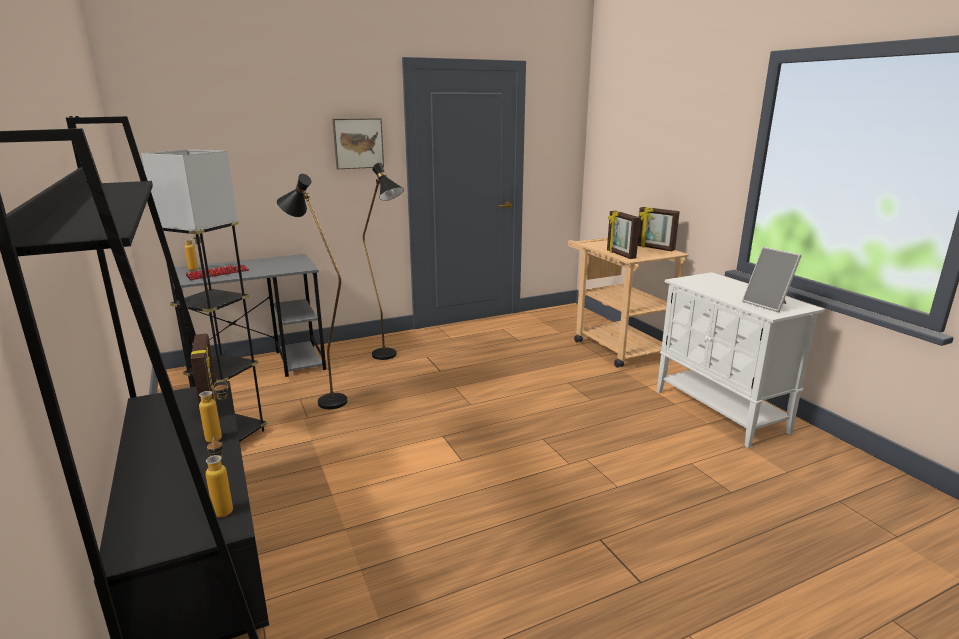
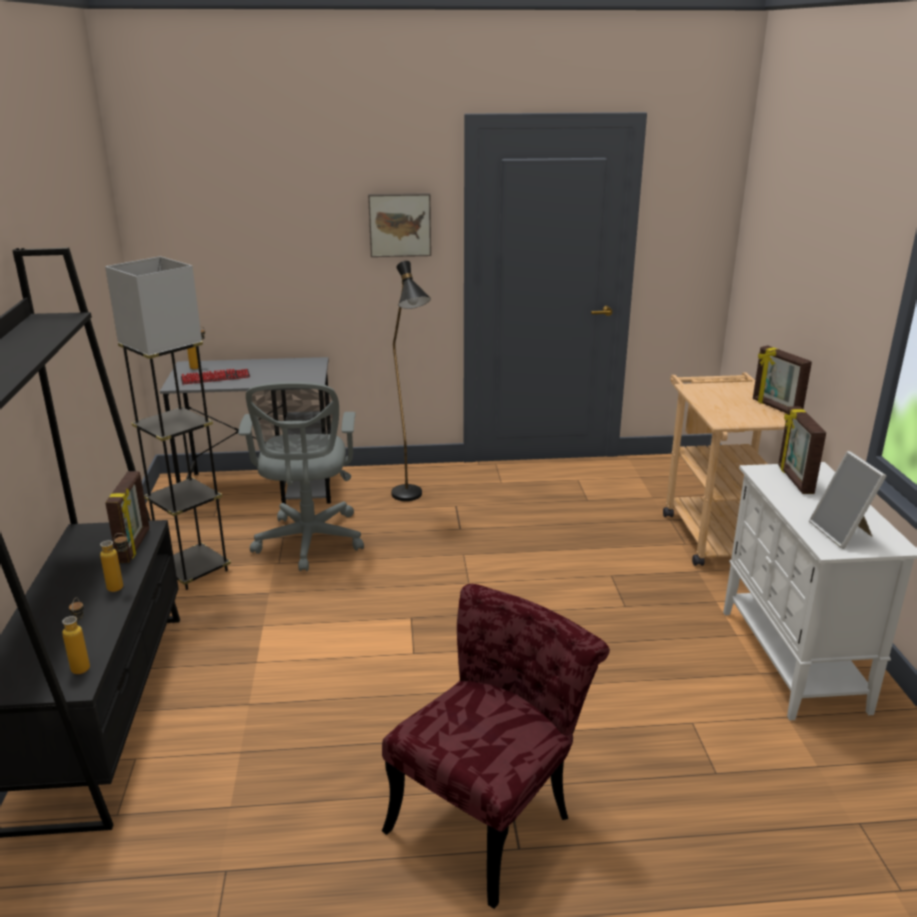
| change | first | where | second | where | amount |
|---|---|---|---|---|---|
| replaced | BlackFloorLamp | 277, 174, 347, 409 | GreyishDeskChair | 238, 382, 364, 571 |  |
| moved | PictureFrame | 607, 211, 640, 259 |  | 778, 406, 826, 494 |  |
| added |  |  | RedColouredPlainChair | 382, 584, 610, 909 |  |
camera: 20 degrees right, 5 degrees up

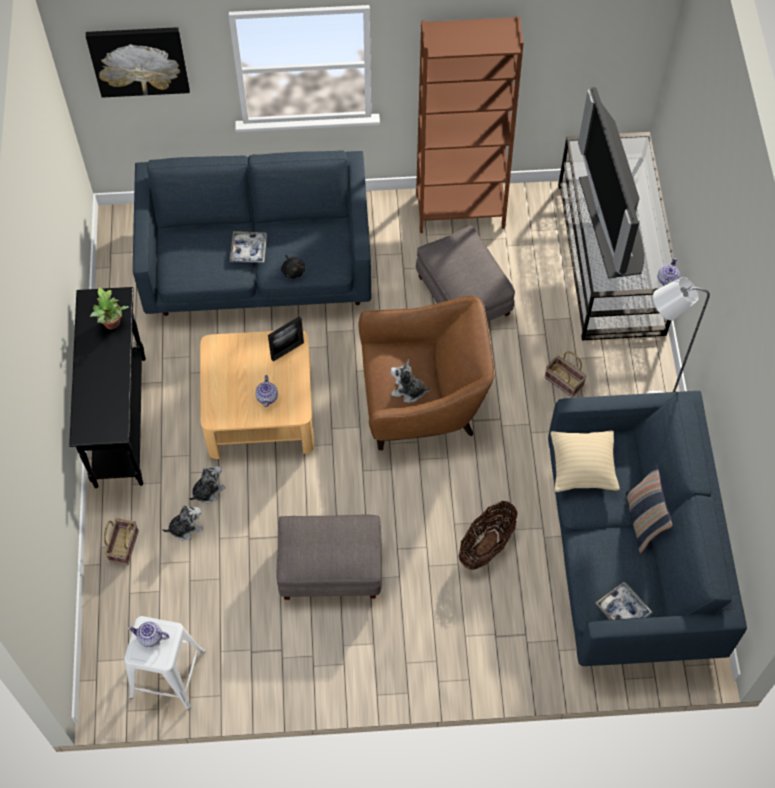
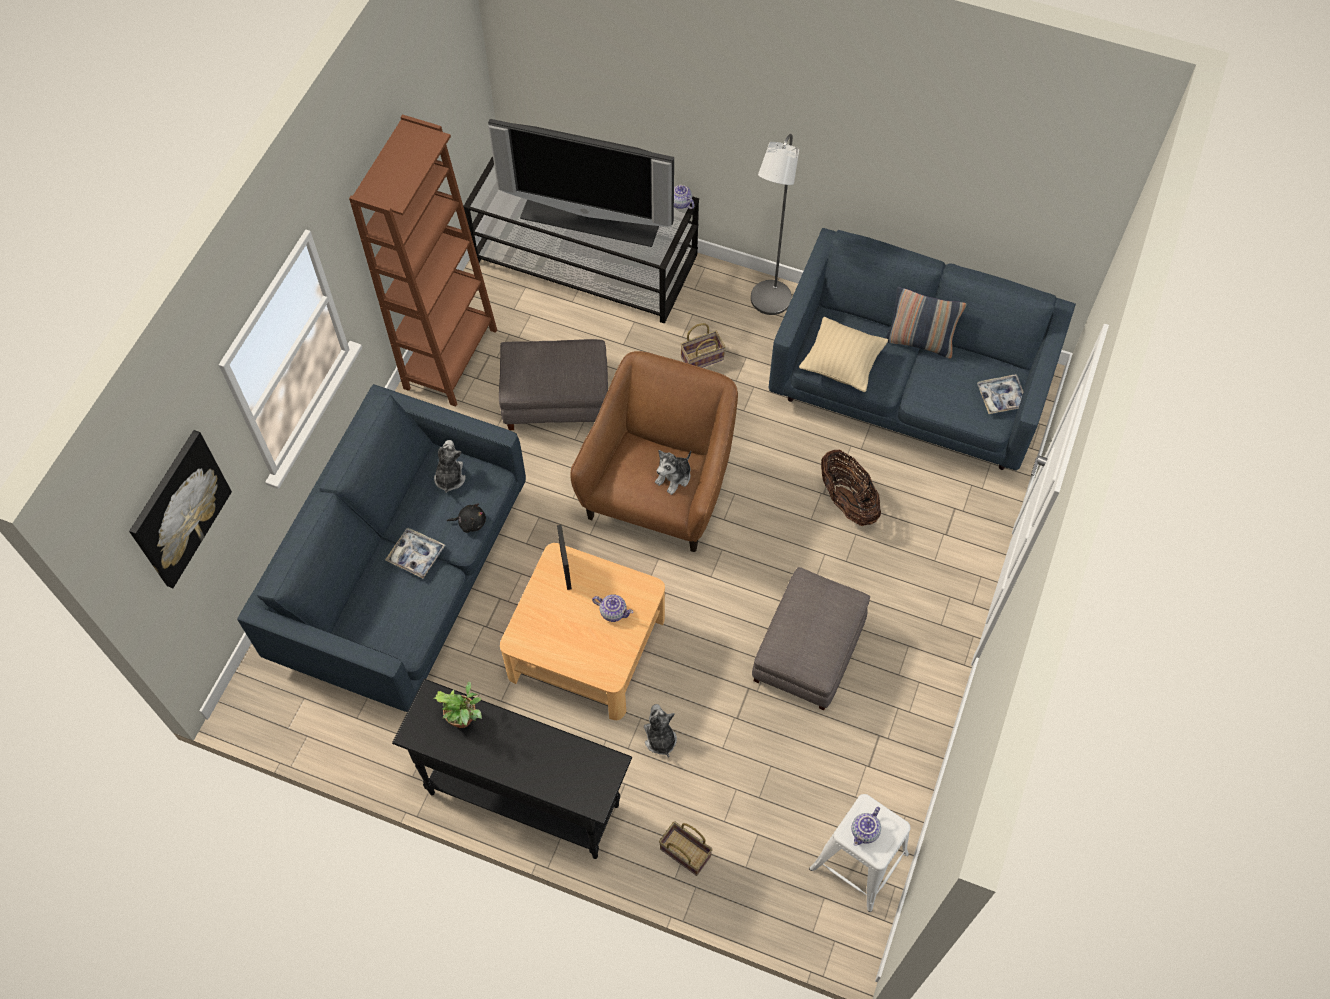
| change | first | where | second | where | amount |
|---|---|---|---|---|---|
| moved | CuddlyToy | 162, 506, 203, 540 |  | 434, 440, 466, 493 |  |
camera: 65 degrees left, 0 degrees up

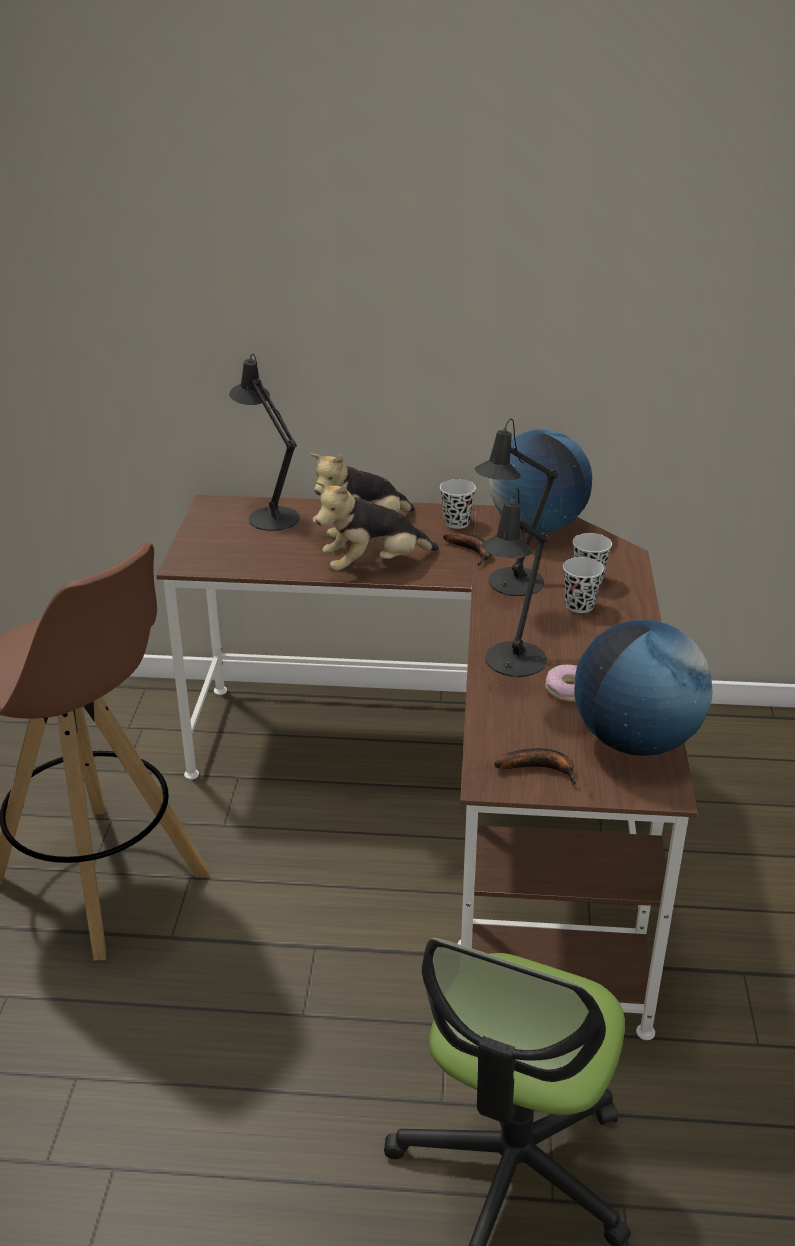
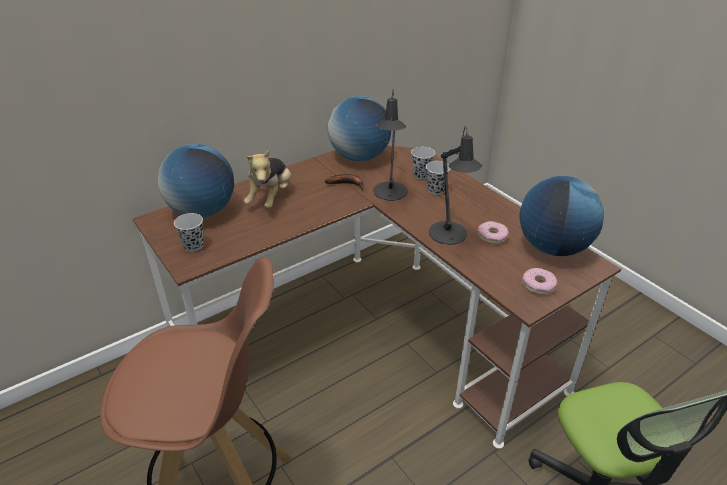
| change | first | where | second | where | amount |
|---|---|---|---|---|---|
| replaced | BlackLampForATable | 229, 354, 300, 531 | DeskGlobe | 158, 144, 234, 218 |  |
| removed | CuddlyToy | 315, 481, 439, 571 |  |  |  |
| moved | BlackSmallCup | 440, 479, 476, 529 |  | 174, 213, 204, 252 |  |
| replaced | WholeBanana | 494, 748, 577, 785 | RingDoughnut | 522, 268, 557, 295 |  |
camera: 40 degrees left, 5 degrees up

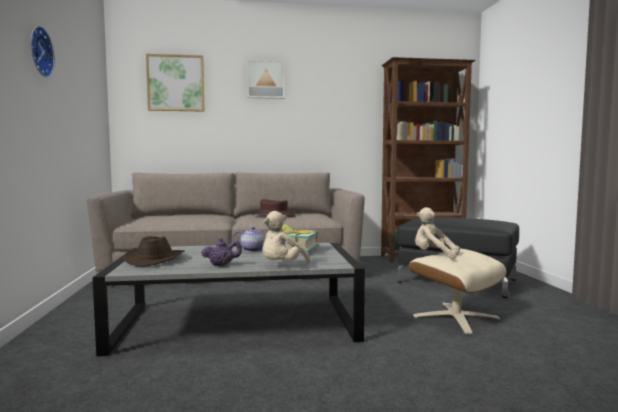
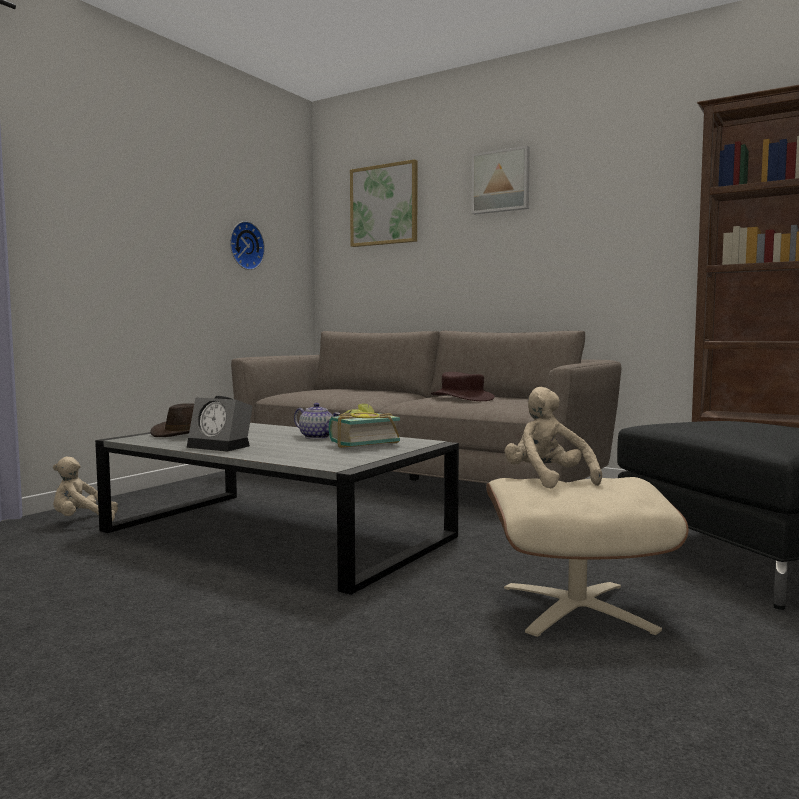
| change | first | where | second | where | amount |
|---|---|---|---|---|---|
| moved | HangingClock | 30, 26, 55, 78 |  | 230, 221, 265, 270 |  |
| replaced | PurpleTeaPot | 201, 238, 242, 266 | BedsideClock | 187, 396, 253, 451 |  |
| moved | BeigeCuddlyToy | 263, 211, 310, 262 |  | 53, 457, 118, 521 |  |
camera: 40 degrees right, 0 degrees up

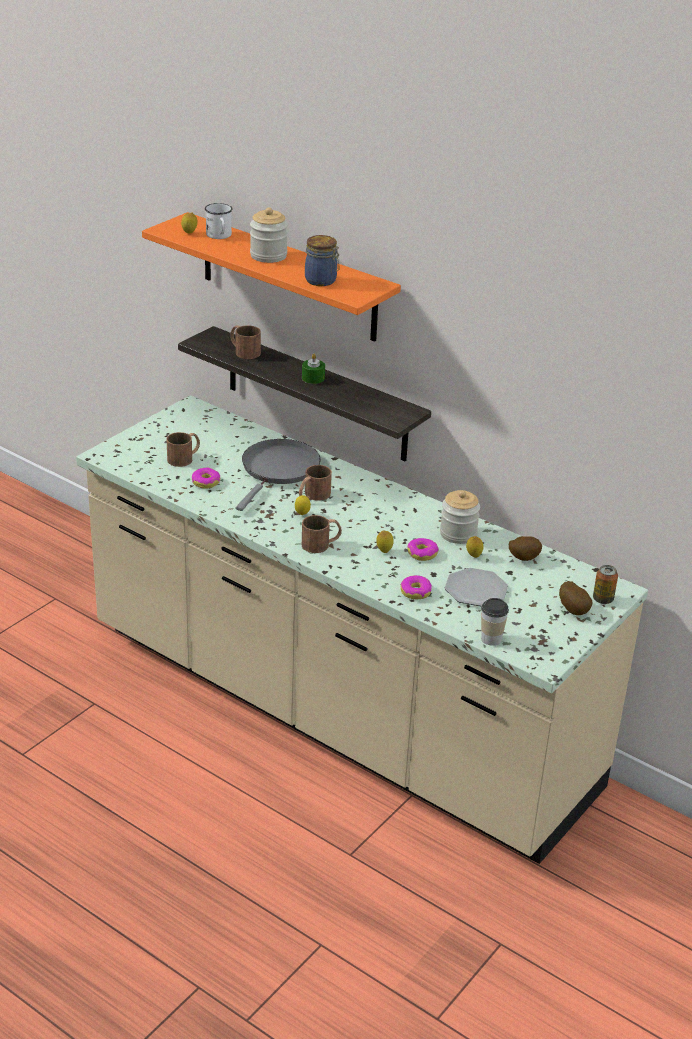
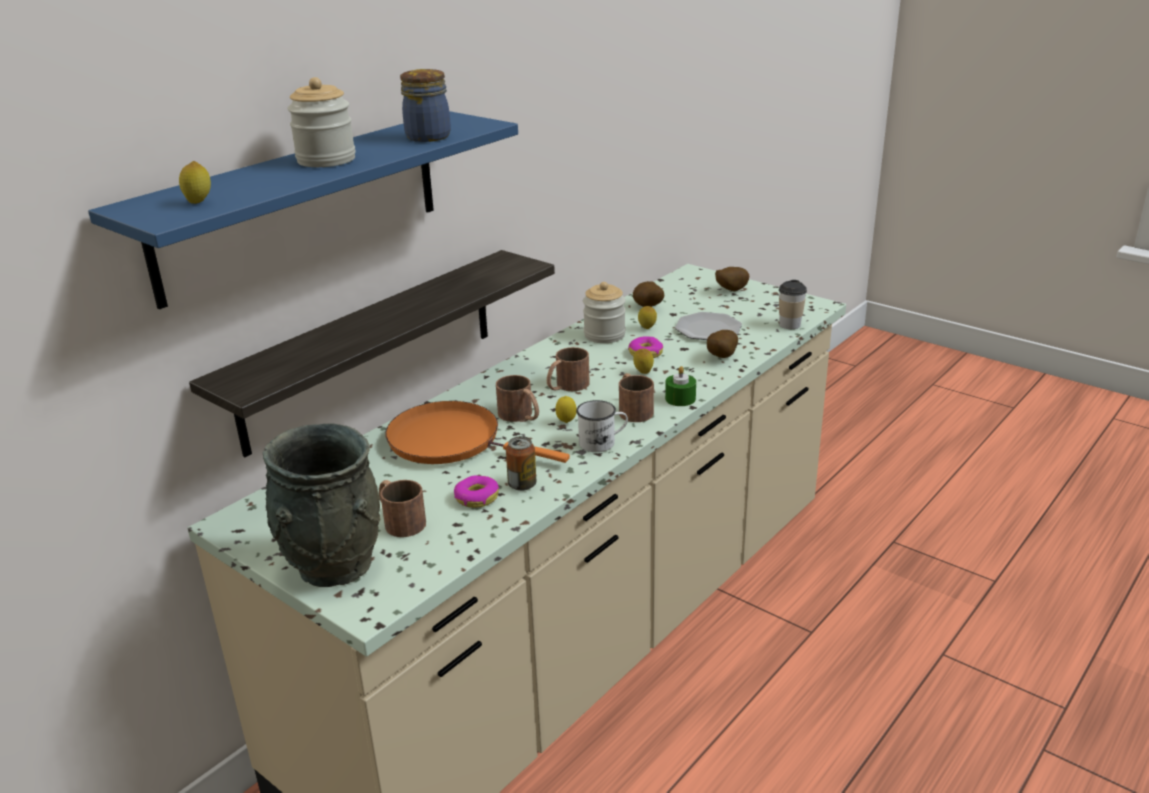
| change | first | where | second | where | amount |
|---|---|---|---|---|---|
| recoloured | OrangeColouredBracketShelf | 142, 212, 401, 342 | BlueColouredBracketShelf | 88, 111, 518, 310 |  |
| moved | WhiteColouredMug | 205, 203, 233, 239 |  | 576, 400, 628, 452 |  |
| moved | BrownishMug | 230, 325, 261, 359 |  | 547, 347, 590, 391 |  |
| recoloured | GreyishSkillet | 236, 439, 321, 511 | OrangeColouredSkillet | 385, 401, 570, 464 |  |
| moved | GreenColouredWaxLight | 302, 353, 325, 384 |  | 665, 366, 696, 406 |  |
| replaced | RingDoughnut | 401, 575, 432, 599 | Spud | 707, 330, 738, 358 |  |
| moved | SealedCan | 593, 565, 618, 604 |  | 506, 436, 536, 491 |  |
| added |  |  | GreyishFlowerVase | 263, 423, 380, 587 |  |
camera: 85 degrees left, 5 degrees down

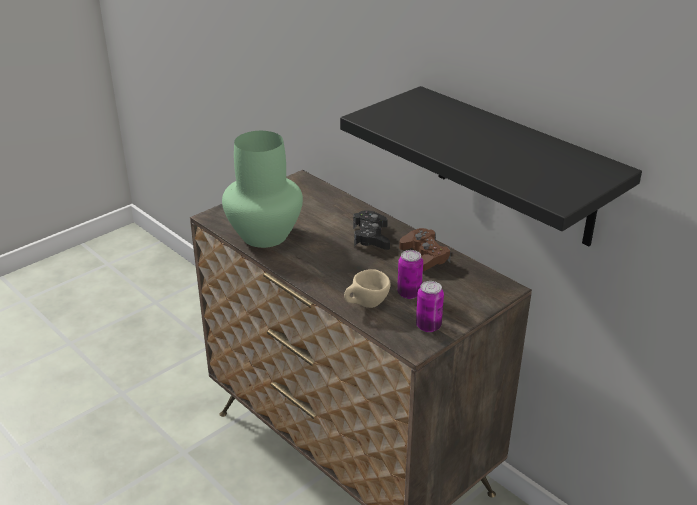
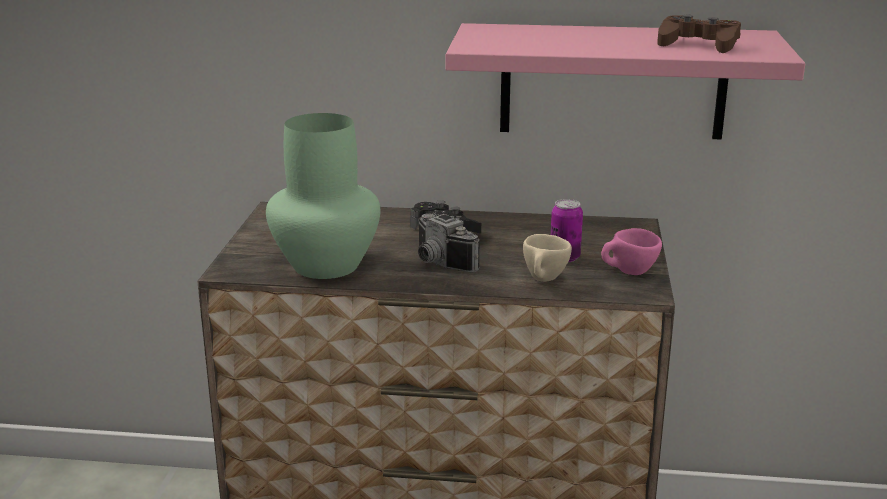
| change | first | where | second | where | amount |
|---|---|---|---|---|---|
| recoloured | BlackBracketShelf | 340, 86, 642, 246 | PinkColouredBracketShelf | 446, 23, 805, 140 |  |
| moved | BrownishGameController | 399, 228, 451, 271 |  | 657, 15, 741, 53 |  |
| replaced | SealedCan | 416, 281, 444, 332 | PinkColouredSmallCup | 601, 228, 662, 275 |  |
| added |  |  | StillCamera | 418, 213, 479, 273 |  |
camera: 40 degrees left, 10 degrees down

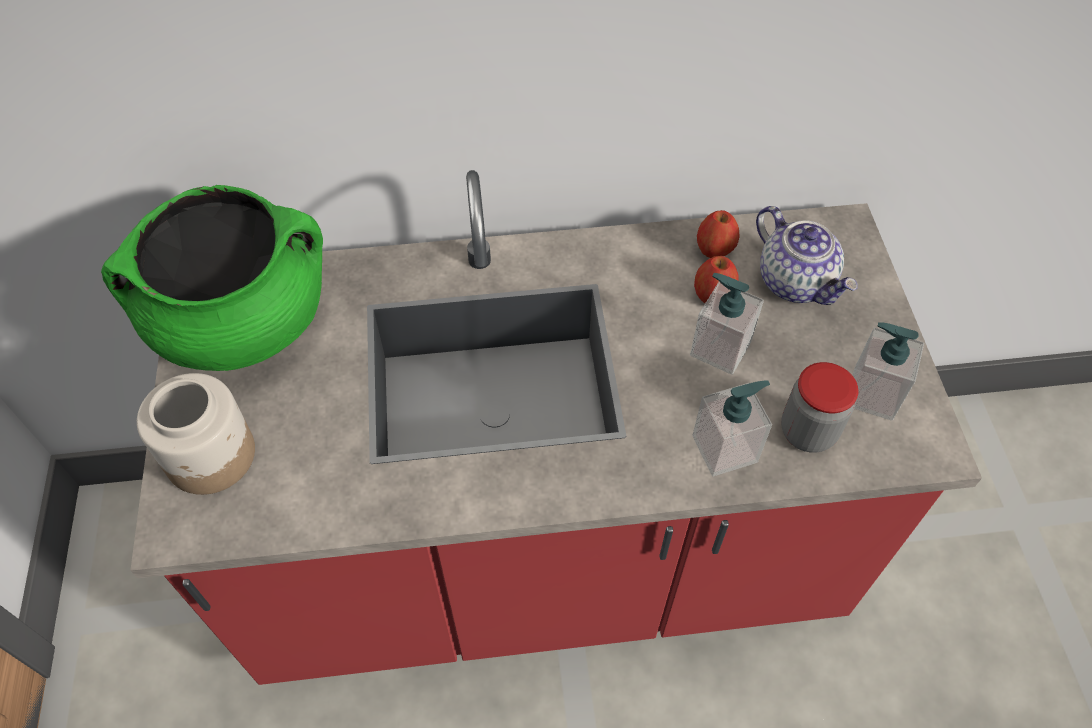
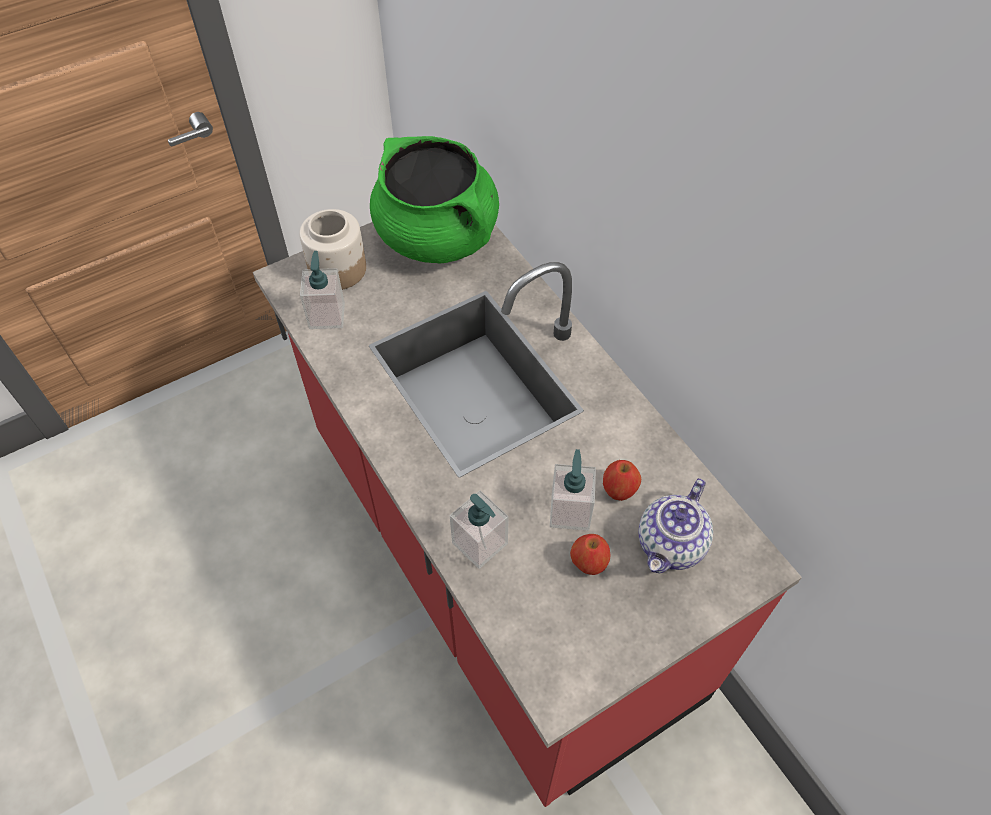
| change | first | where | second | where | amount |
|---|---|---|---|---|---|
| moved | Apple | 697, 210, 740, 258 |  | 570, 534, 611, 575 |  |
| removed | PreserveJar | 781, 362, 858, 453 |  |  |  |
| moved | LiquidSoapBottle | 852, 322, 924, 421 |  | 300, 251, 345, 329 |  |
camera: 65 degrees right, 0 degrees up

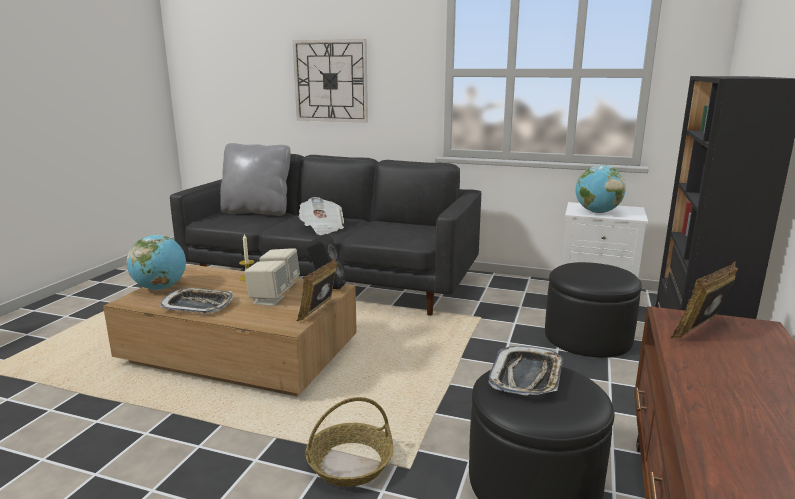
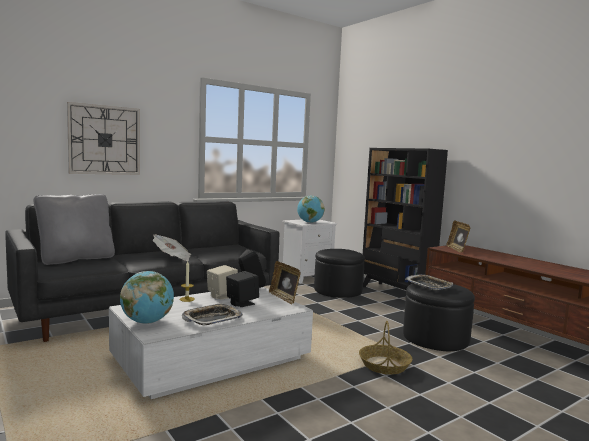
| change | first | where | second | where | amount |
|---|---|---|---|---|---|
| recoloured | BrownishLoungeTable | 103, 264, 357, 397 | WhiteColouredLoungeTable | 109, 287, 313, 399 |  |
| recoloured | BeigeLoudspeaker | 245, 261, 289, 306 | BlackLoudspeaker | 226, 271, 259, 307 |  |
camera: 55 degrees left, 10 degrees down

